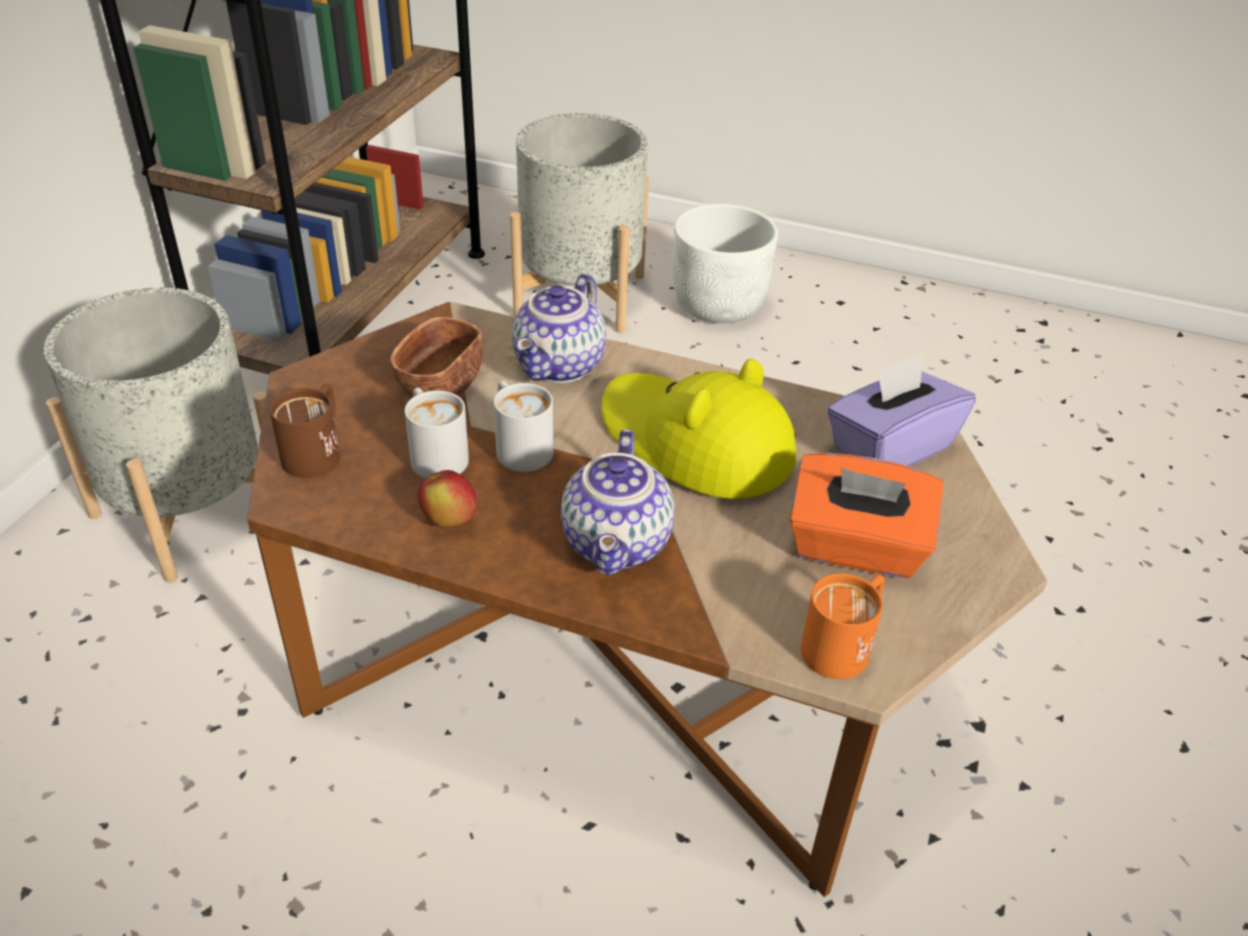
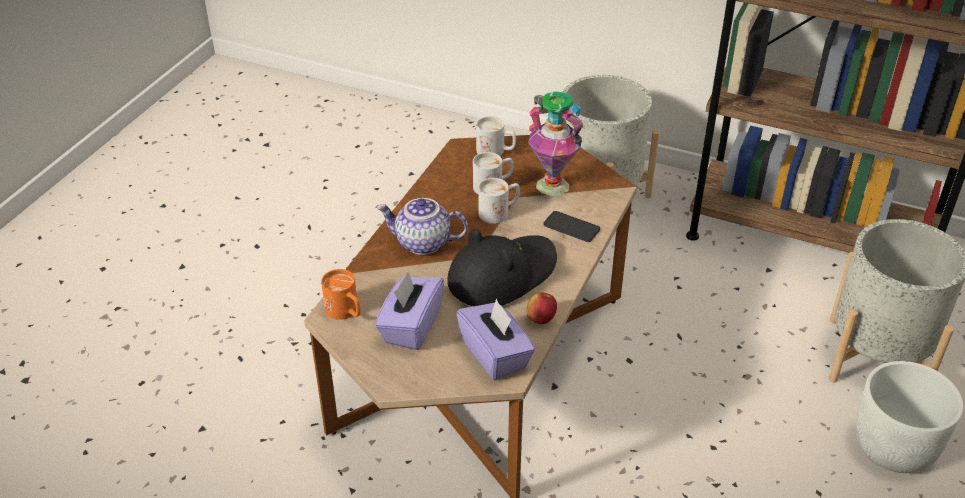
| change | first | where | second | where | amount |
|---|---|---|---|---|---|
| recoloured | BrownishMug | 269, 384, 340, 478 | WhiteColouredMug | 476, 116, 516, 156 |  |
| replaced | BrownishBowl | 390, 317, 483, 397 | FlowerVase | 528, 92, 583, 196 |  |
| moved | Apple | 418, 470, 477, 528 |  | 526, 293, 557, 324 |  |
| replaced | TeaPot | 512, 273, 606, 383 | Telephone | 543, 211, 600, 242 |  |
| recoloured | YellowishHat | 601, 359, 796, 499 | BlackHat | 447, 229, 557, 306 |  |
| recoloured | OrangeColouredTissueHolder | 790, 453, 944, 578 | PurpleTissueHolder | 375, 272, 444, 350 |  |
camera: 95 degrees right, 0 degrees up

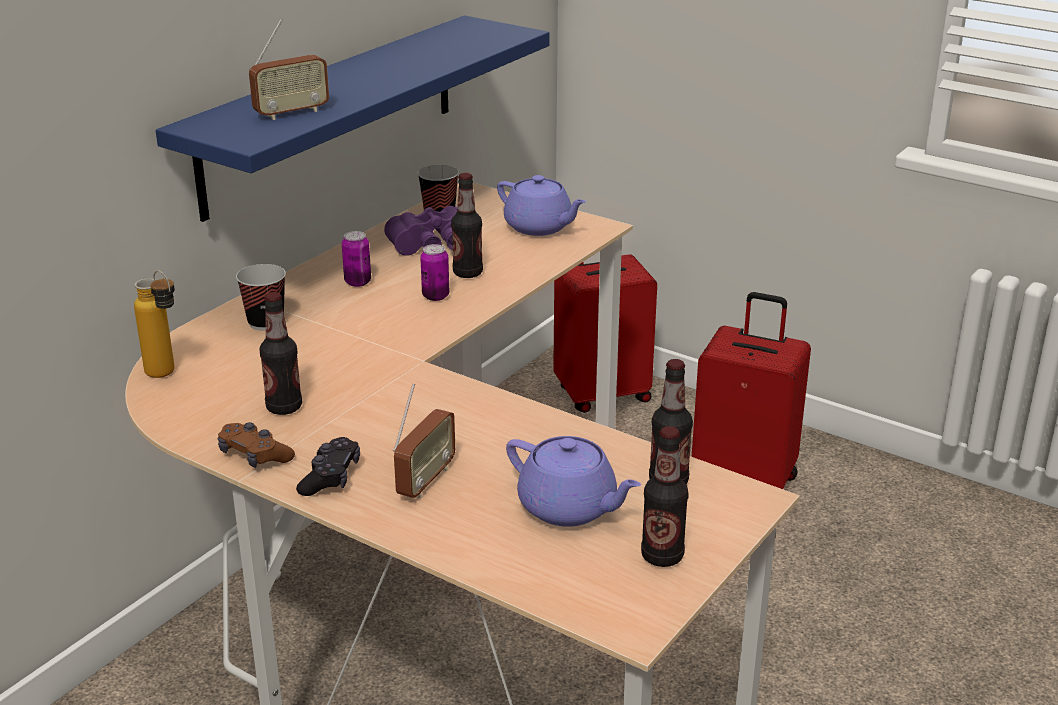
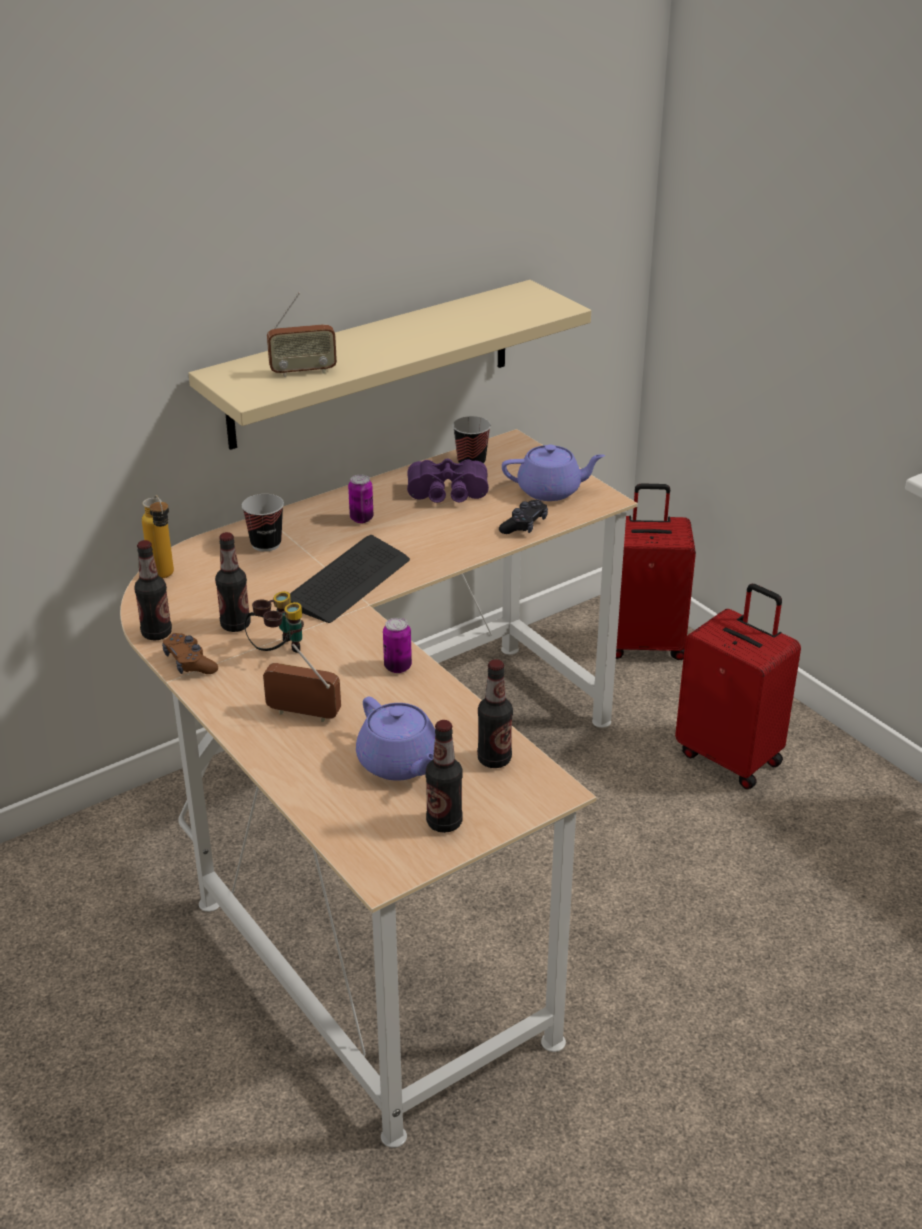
| change | first | where | second | where | amount |
|---|---|---|---|---|---|
| recoloured | BlueColouredBracketShelf | 156, 15, 550, 222 | BeigeBracketShelf | 188, 280, 591, 450 |  |
| moved | BlackGameController | 296, 437, 360, 496 |  | 499, 500, 548, 534 |  |
| turned | Radio | 393, 384, 455, 499 |  | 263, 644, 341, 722 | 120 degrees counterclockwise |
| moved | SealedCan | 420, 244, 449, 301 |  | 383, 618, 412, 673 |  |
| moved | DrinkBottle | 451, 173, 483, 278 |  | 134, 540, 172, 641 |  |
| turned | PurpleTeaPot | 497, 175, 586, 236 |  | 502, 445, 605, 501 | 60 degrees counterclockwise |
| added |  |  | Binoculars | 244, 591, 304, 653 |  |
| added |  |  | ComputerKeyboard | 290, 535, 410, 623 |  |
camera: 20 degrees right, 5 degrees up

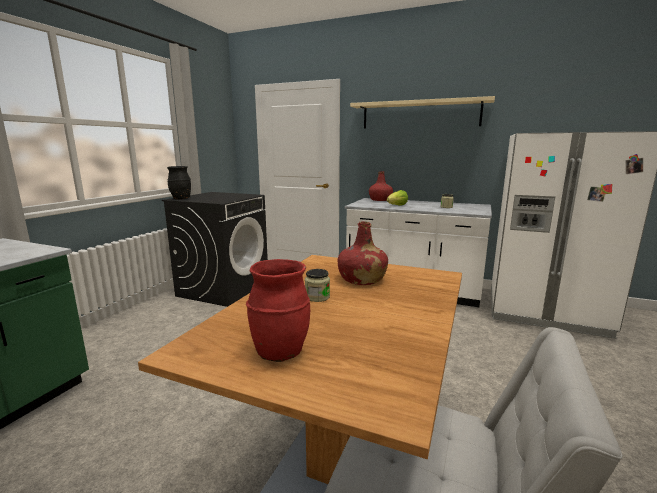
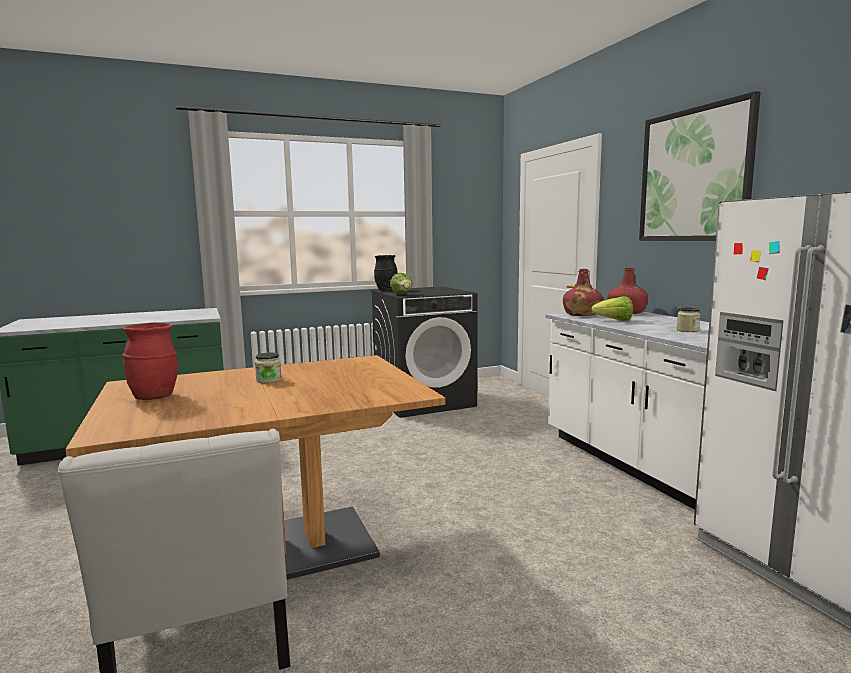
| change | first | where | second | where | amount |
|---|---|---|---|---|---|
| moved | RedColouredDrinkBottle | 338, 221, 388, 285 |  | 563, 269, 603, 316 |  |
| replaced | BeigeBracketShelf | 350, 96, 495, 129 | Picture | 639, 91, 761, 241 |  |
| added |  |  | Lettuce | 390, 273, 412, 295 |  |
camera: 45 degrees right, 5 degrees down

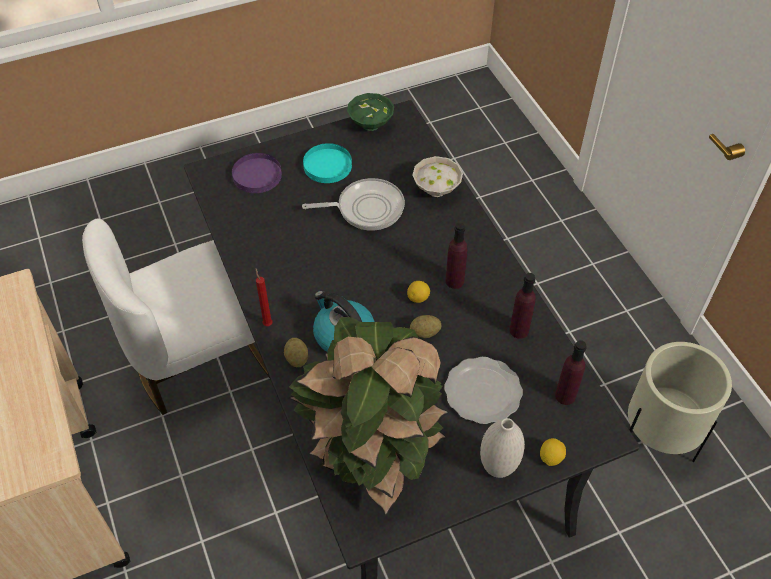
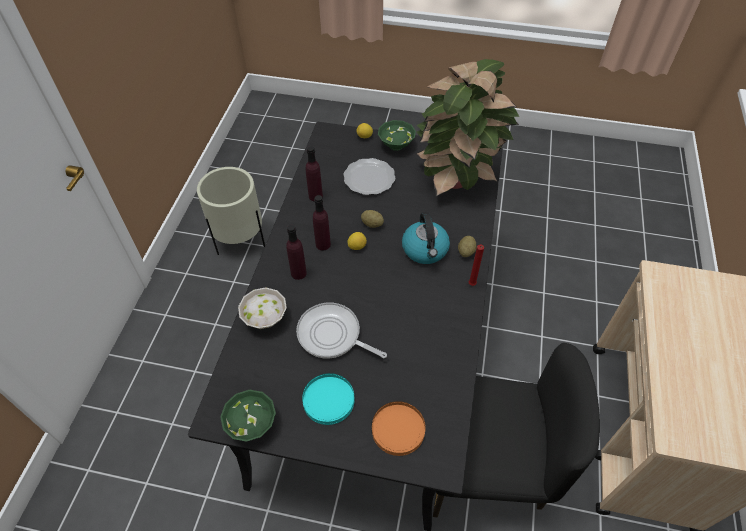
| change | first | where | second | where | amount |
|---|---|---|---|---|---|
| recoloured | WhiteColouredPlainChair | 82, 218, 270, 415 | BlackPlainChair | 433, 343, 600, 517 |  |
| recoloured | PurplePlate | 232, 153, 282, 193 | OrangeColouredPlate | 372, 401, 426, 456 |  |
| replaced | WhiteColouredFlowerVase | 480, 418, 525, 478 | GreenColouredBowl | 378, 120, 416, 151 |  |
| moved | PurpleDrinkBottle | 555, 340, 587, 405 |  | 286, 225, 307, 280 |  |
camera: 145 degrees left, 0 degrees up

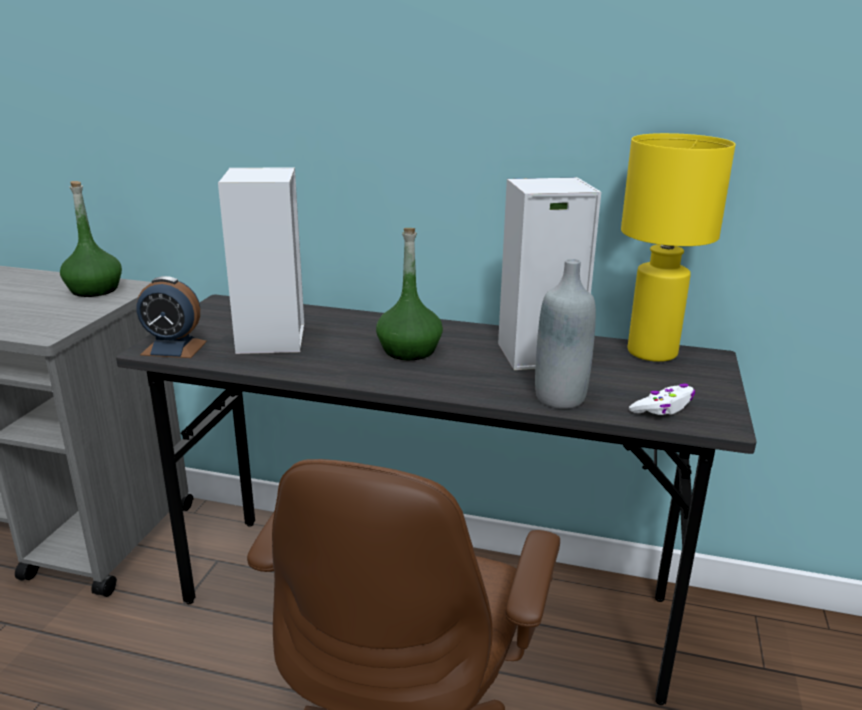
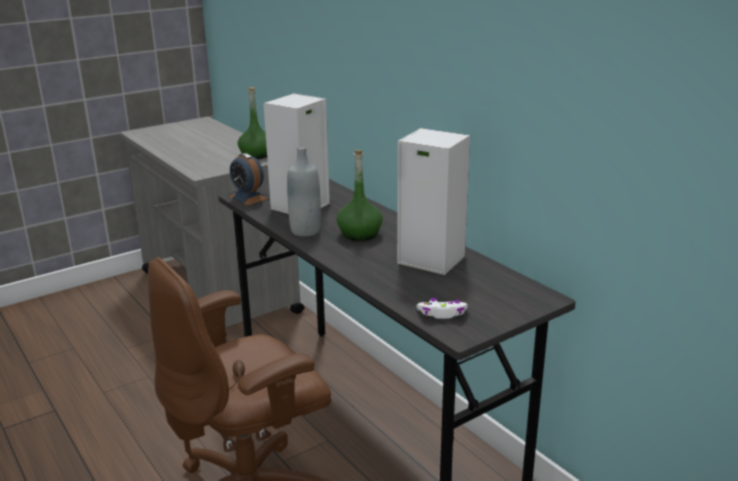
| change | first | where | second | where | amount |
|---|---|---|---|---|---|
| moved | GreyishDrinkBottle | 535, 259, 596, 409 |  | 287, 146, 321, 236 |  |
| removed | YellowishLampForATable | 621, 133, 736, 362 |  |  |  |
camera: 40 degrees right, 0 degrees up

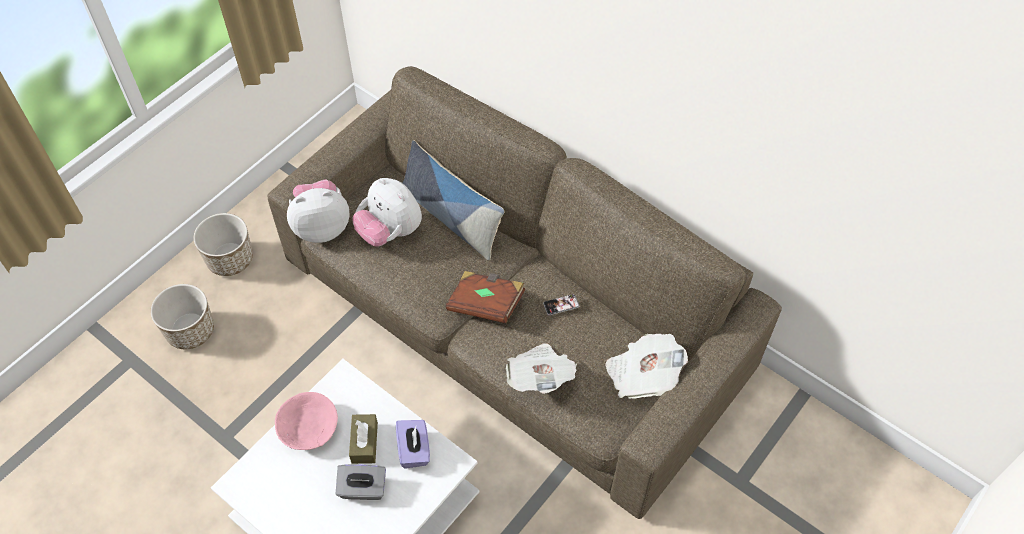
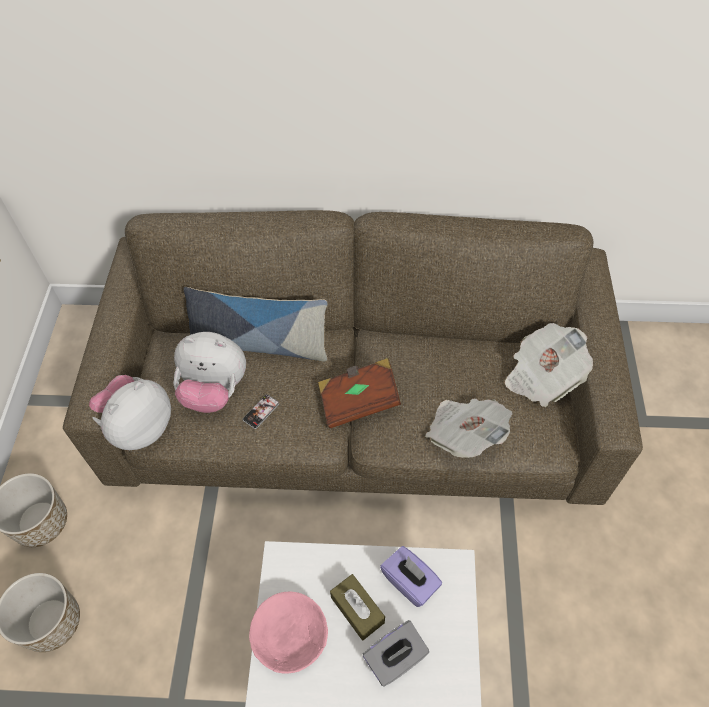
| change | first | where | second | where | amount |
|---|---|---|---|---|---|
| moved | Telephone | 543, 294, 579, 315 |  | 243, 394, 279, 429 |  |
camera: 35 degrees left, 0 degrees up

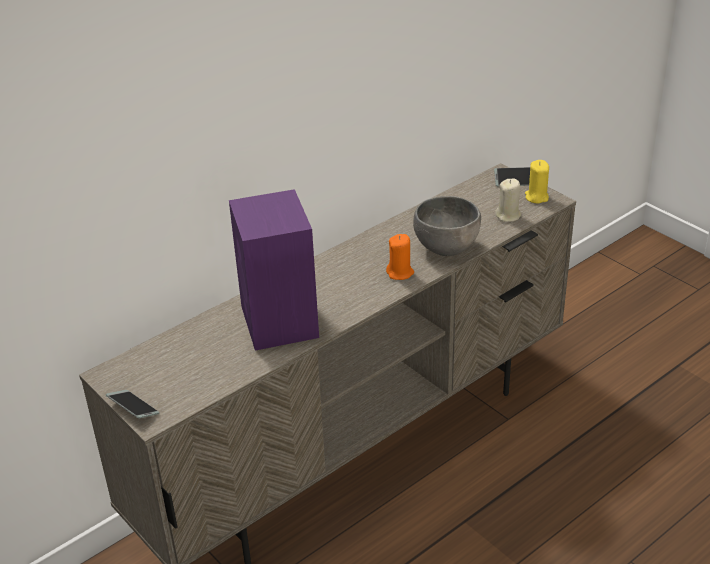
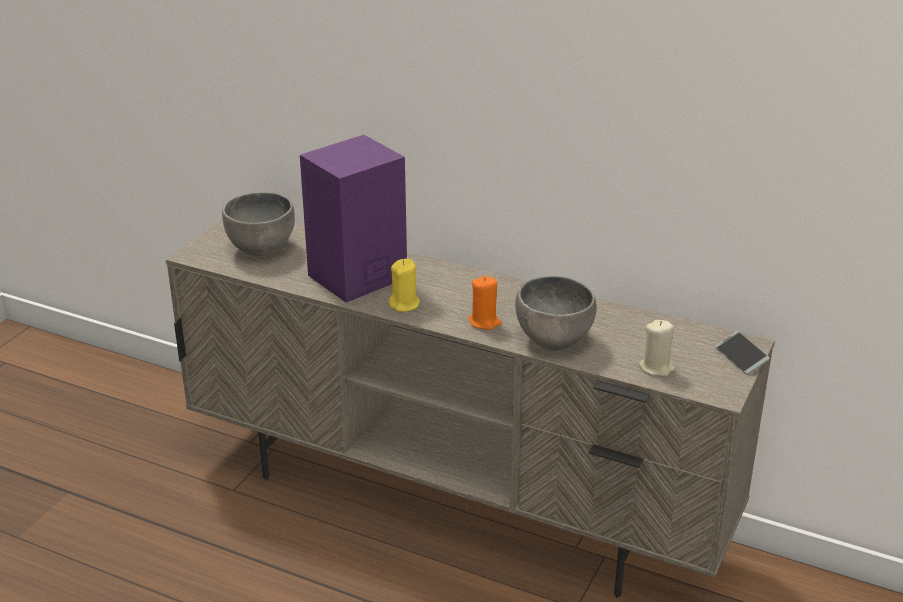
| change | first | where | second | where | amount |
|---|---|---|---|---|---|
| removed | Telephone | 106, 390, 159, 419 |  |  |  |
| moved | YellowishWaxLight | 525, 160, 549, 204 |  | 388, 258, 420, 312 |  |
| added |  |  | GreyishBowl | 222, 192, 295, 256 |  |
camera: 65 degrees right, 5 degrees down

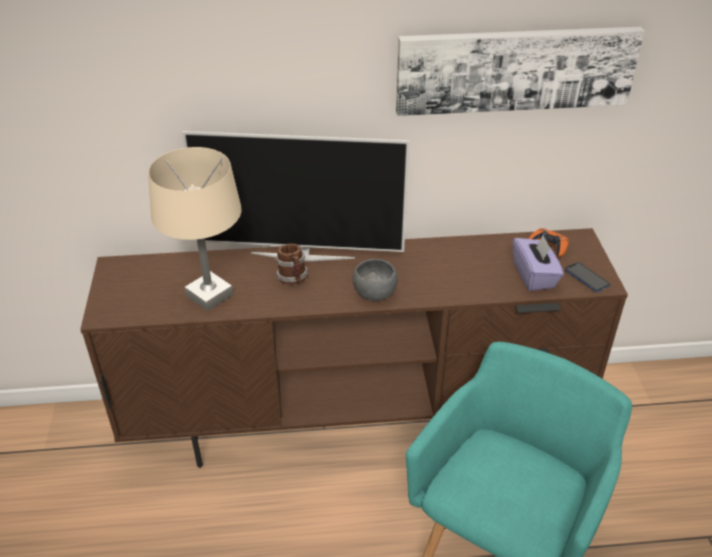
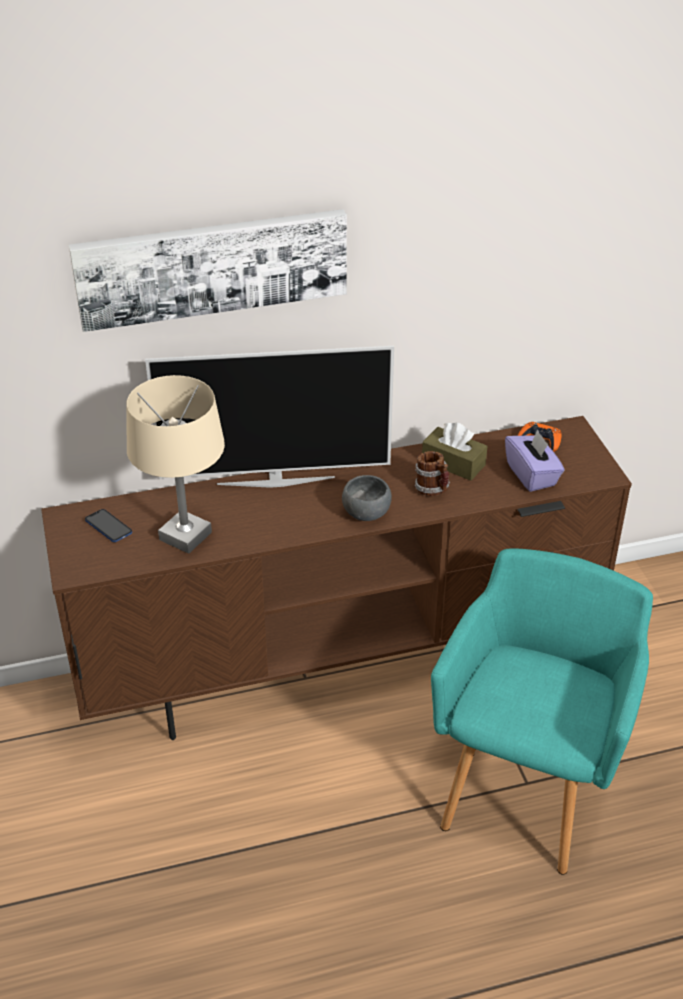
| change | first | where | second | where | amount |
|---|---|---|---|---|---|
| moved | Mug | 275, 244, 308, 284 |  | 415, 451, 450, 496 |  |
| moved | Picture | 396, 27, 645, 116 |  | 69, 209, 347, 332 |  |
| moved | Telephone | 565, 262, 610, 292 |  | 85, 509, 132, 542 |  |
| added |  |  | BrownishTissueHolder | 422, 422, 487, 481 |  |
camera: 10 degrees left, 0 degrees up

